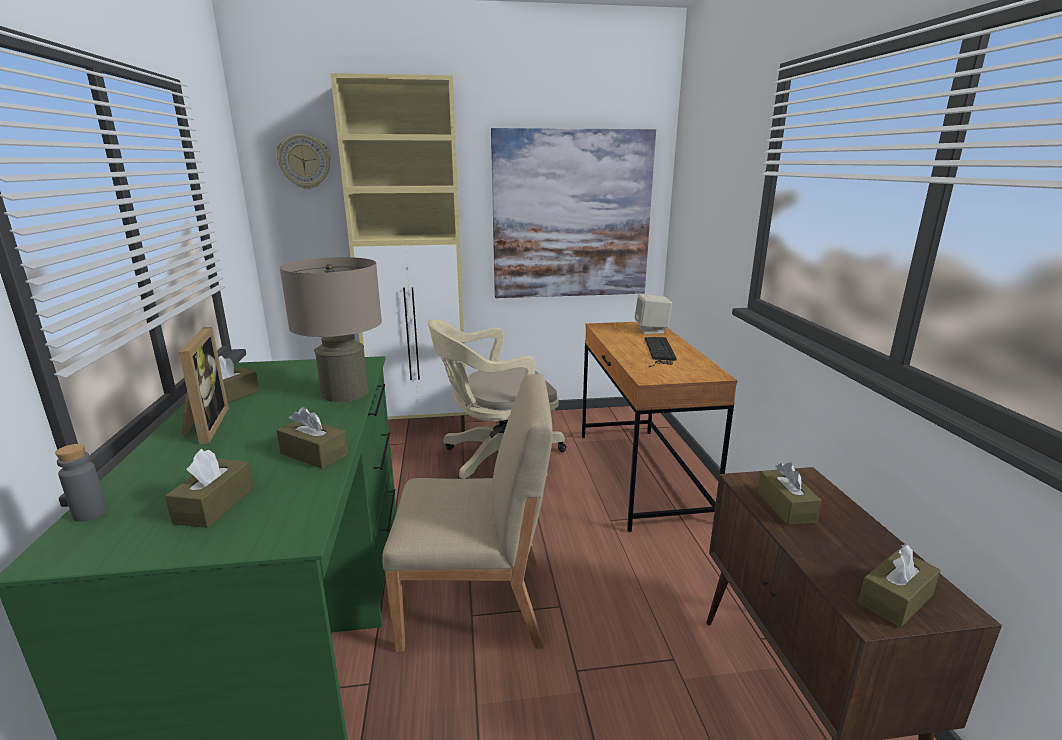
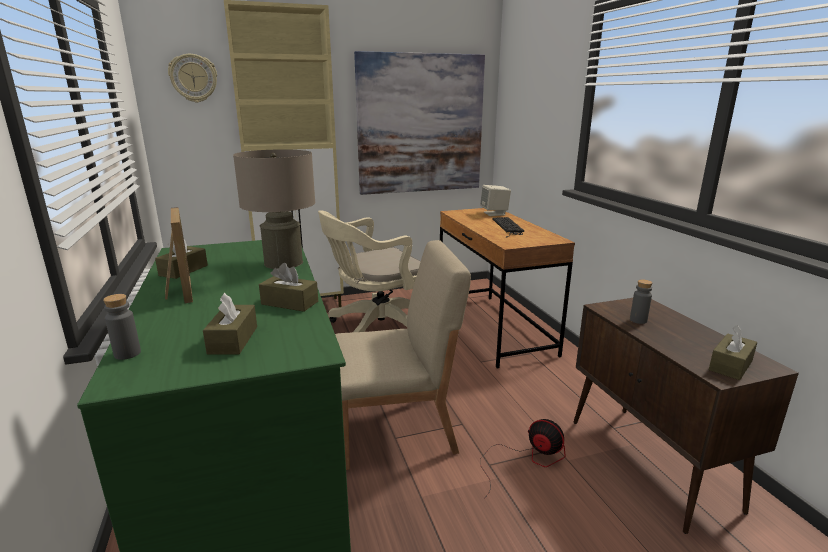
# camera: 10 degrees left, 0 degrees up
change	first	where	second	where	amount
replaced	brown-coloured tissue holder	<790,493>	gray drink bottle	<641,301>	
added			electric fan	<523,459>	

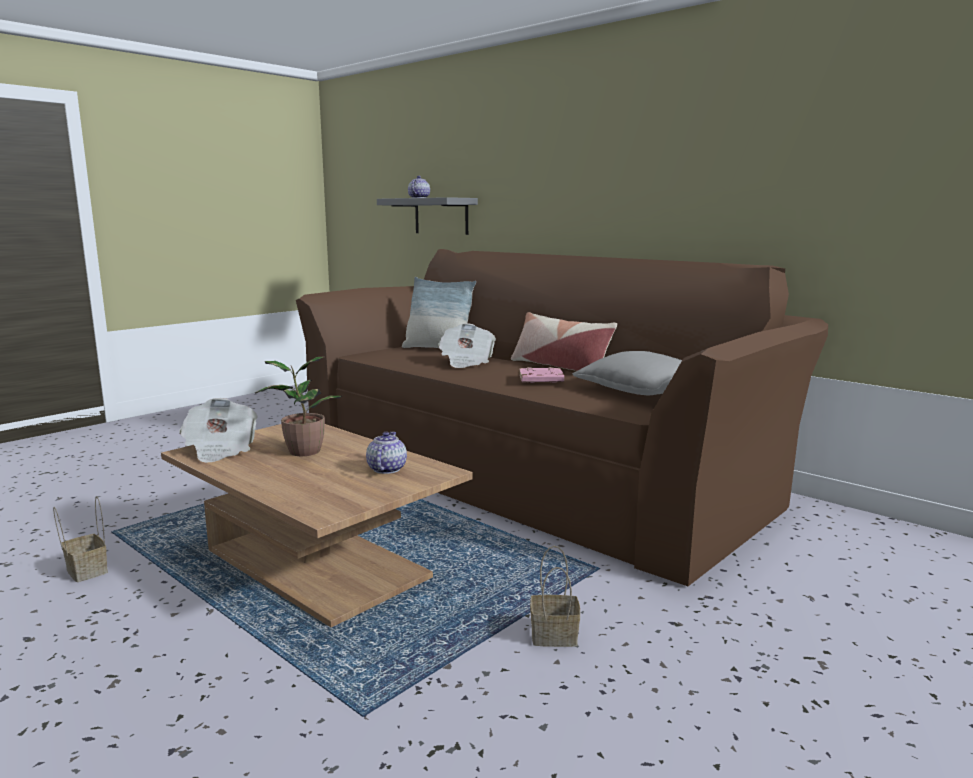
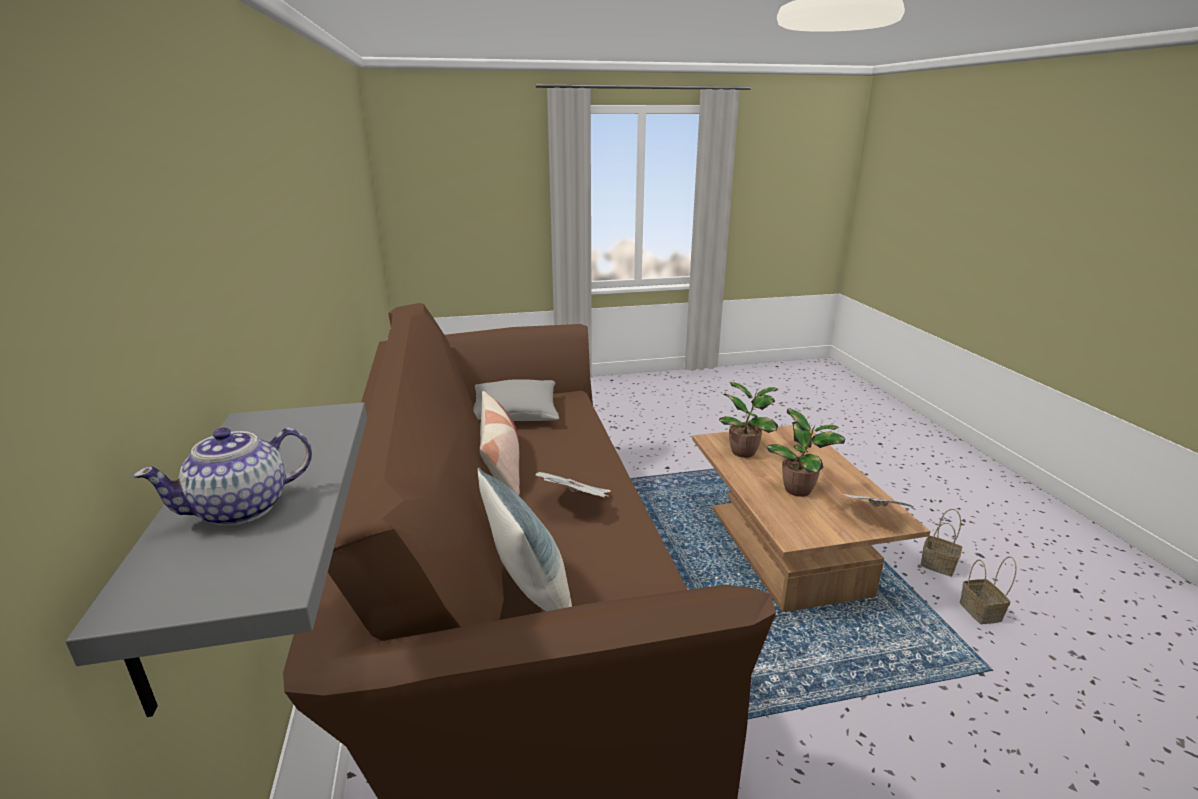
# camera: 145 degrees left, 10 degrees up
change	first	where	second	where	amount
replaced	tea pot	<386,453>	plant in a pot	<748,420>	
removed	pink volume	<541,375>			
moved	storage basket	<555,596>		<941,543>	

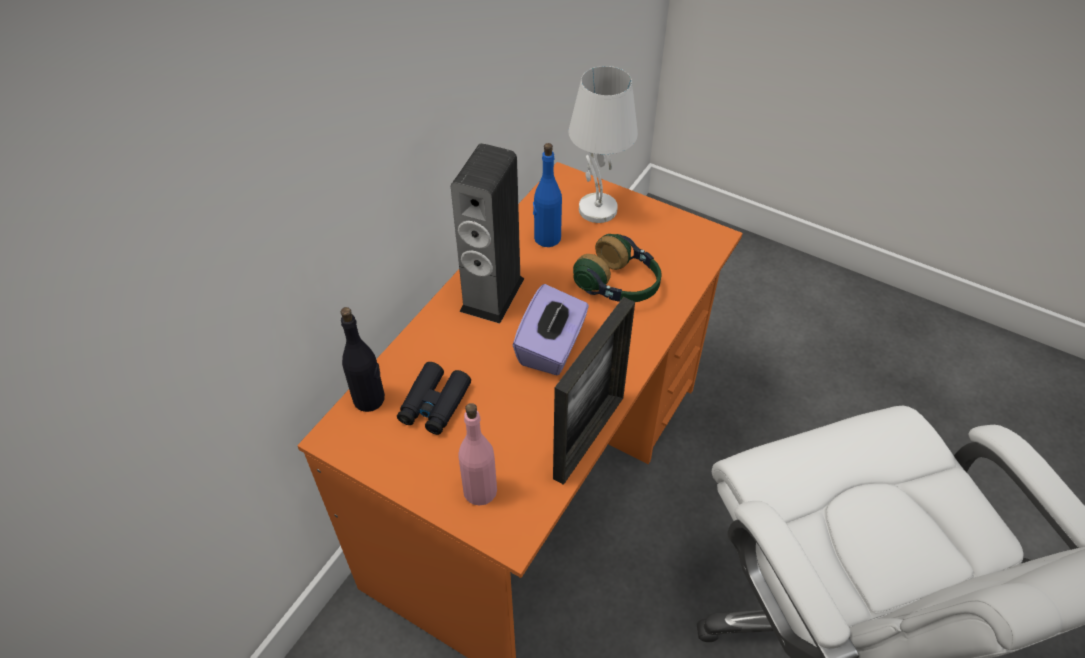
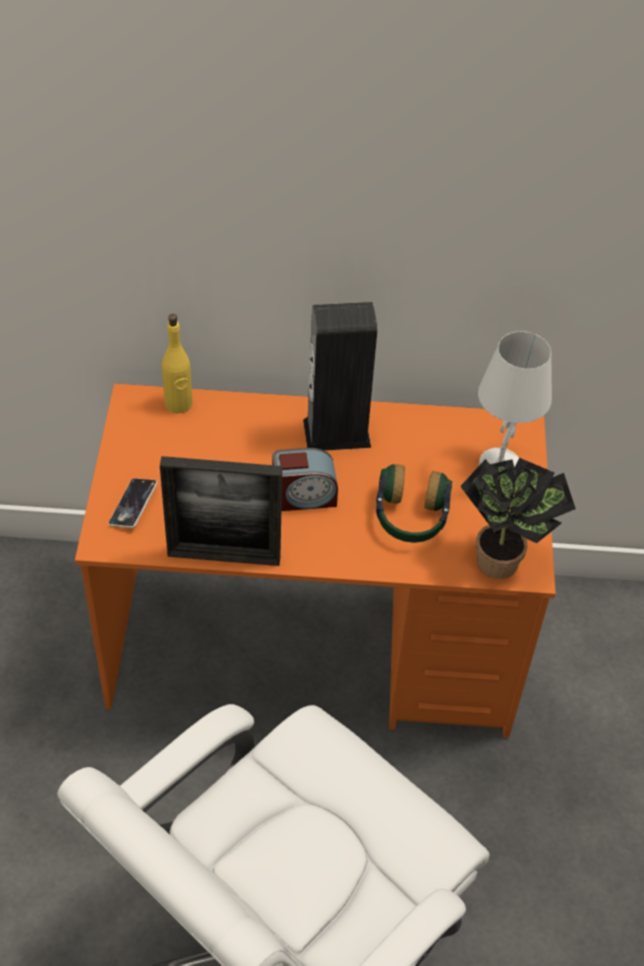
# camera: 60 degrees right, 0 degrees up
change	first	where	second	where	amount
recoloured	blackish drink bottle	<362,359>	yellow drink bottle	<177,363>	
removed	blackish binoculars	<434,398>			
replaced	pink drink bottle	<477,454>	phone	<133,503>	
replaced	purple-coloured tissue holder	<551,329>	bedside clock	<305,479>	
removed	bluish drink bottle	<547,195>			
added			plant in a pot	<518,518>	

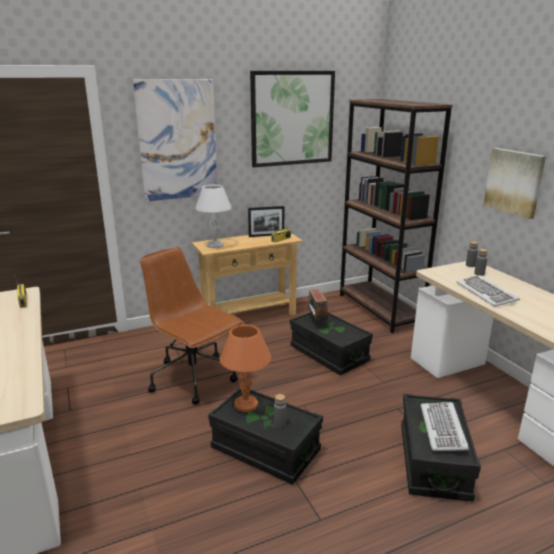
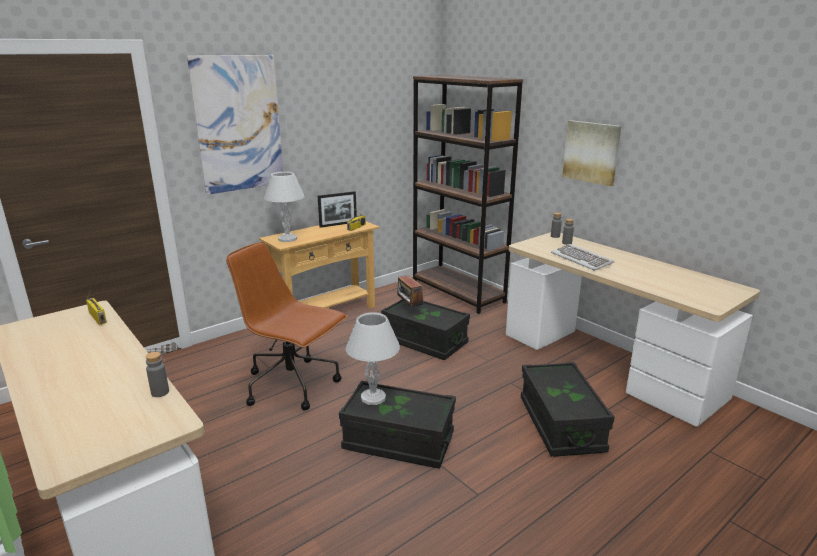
# camera: 15 degrees left, 0 degrees up
change	first	where	second	where	amount
recoloured	orangey lamp for a table	<245,368>	white lamp for a table	<373,358>	
removed	wall picture	<292,119>			
moved	gray drink bottle	<280,410>		<157,374>	
removed	computer keyboard	<445,426>			

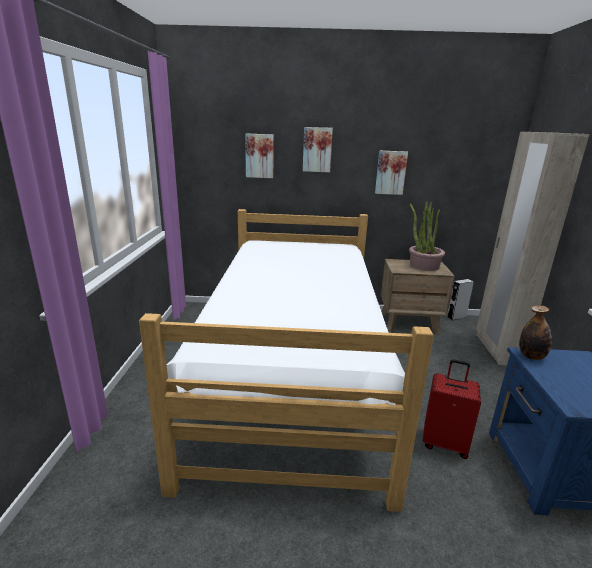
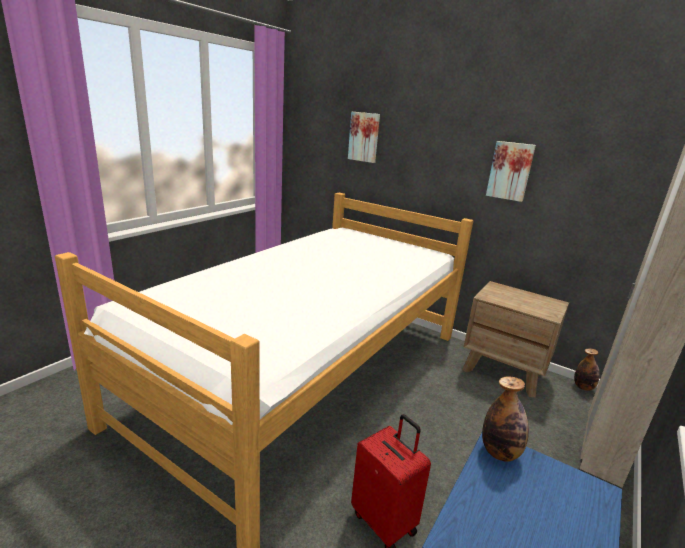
# camera: 30 degrees right, 0 degrees up
change	first	where	second	where	amount
removed	wall picture	<318,149>			
removed	plant in a pot	<427,236>			
replaced	gray audio speaker	<460,300>	drink bottle	<586,369>	

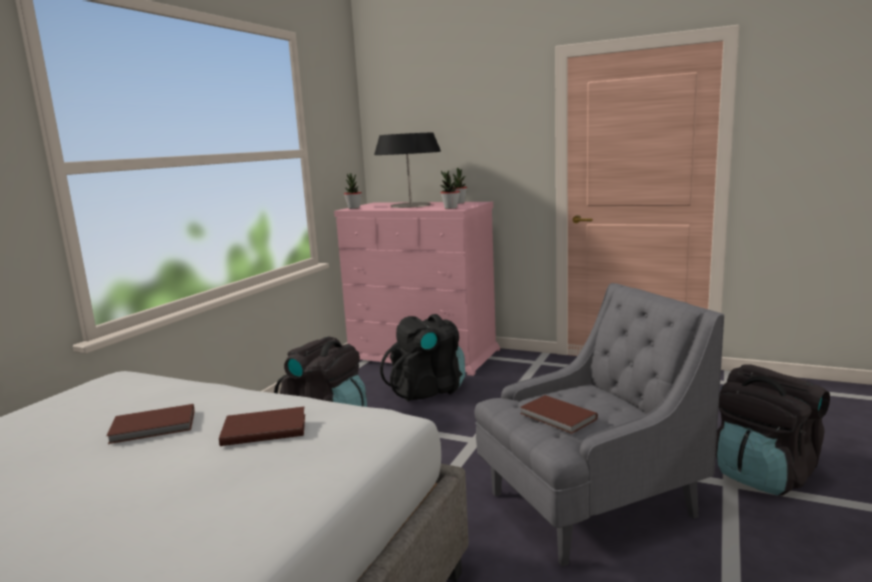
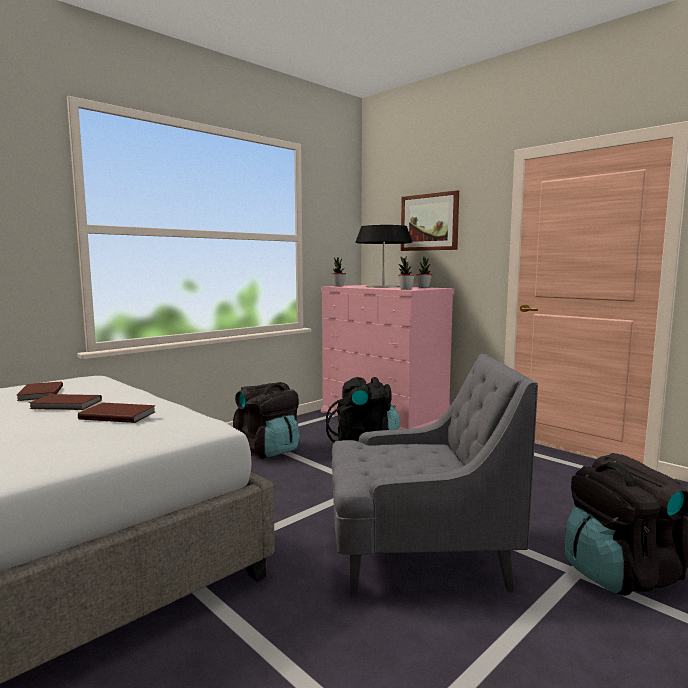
# camera: 20 degrees right, 5 degrees down
change	first	where	second	where	amount
moved	brown-coloured volume	<559,414>		<40,391>	
added			wall picture	<430,220>	

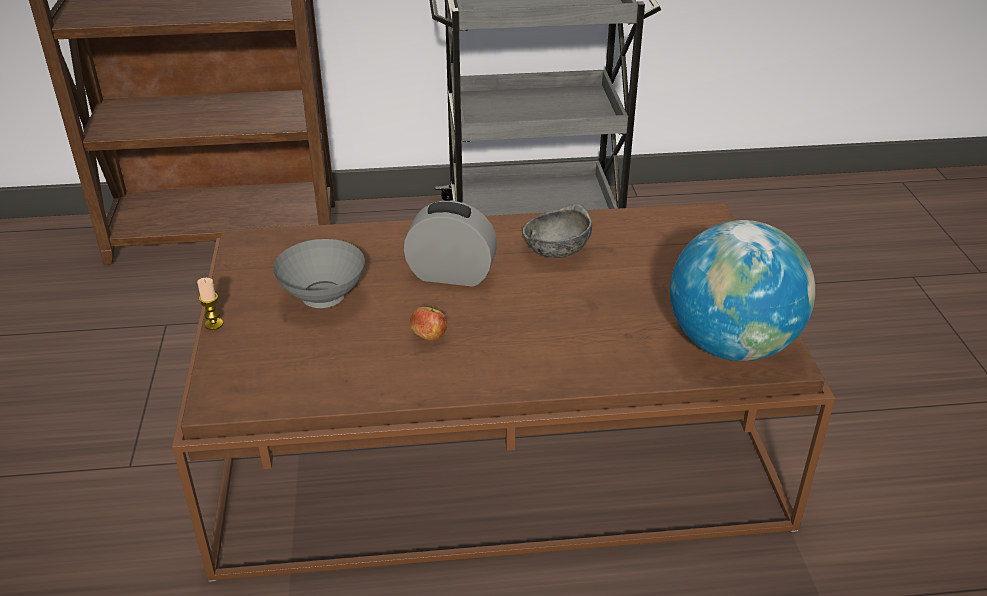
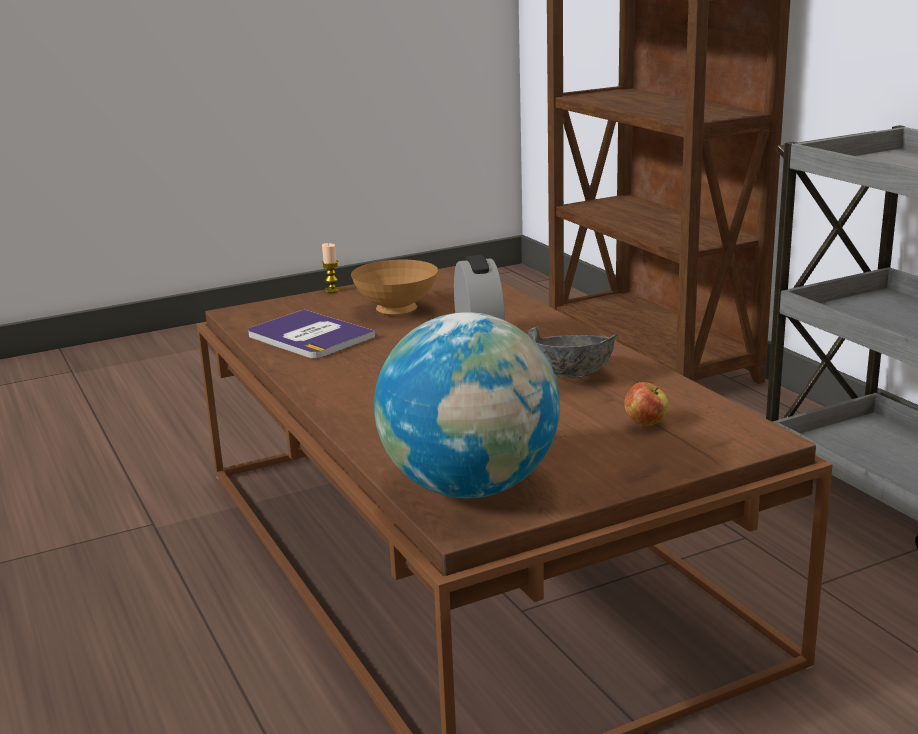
# camera: 70 degrees right, 15 degrees down
change	first	where	second	where	amount
recoloured	gray deep dish	<319,273>	brown-coloured deep dish	<394,287>	
moved	whole apple	<428,323>		<646,404>	
added			volume	<311,334>	

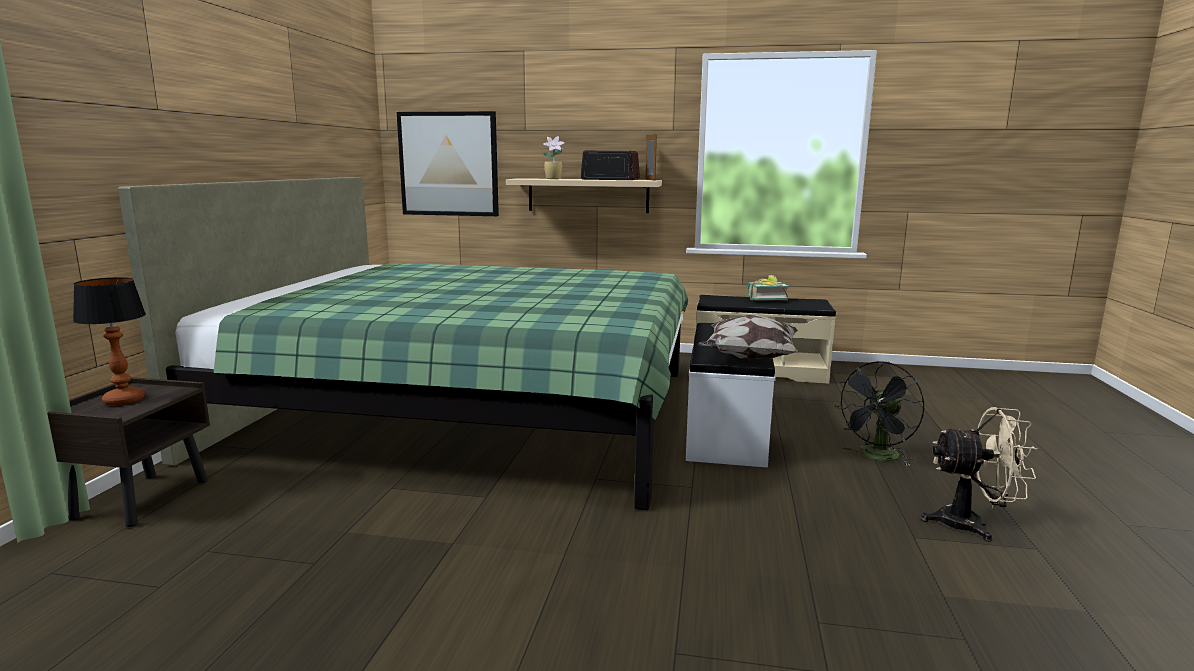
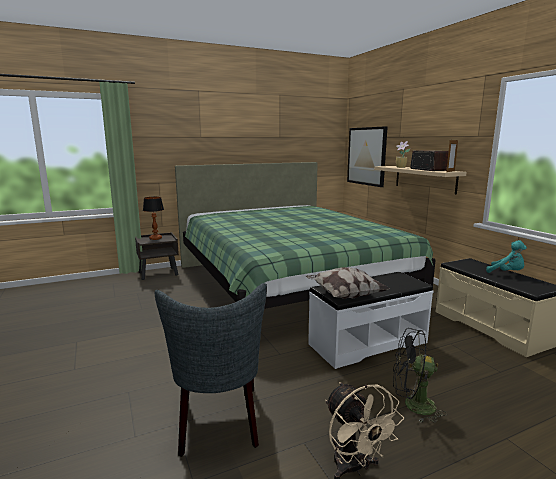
# camera: 55 degrees right, 0 degrees up
change	first	where	second	where	amount
replaced	volume	<768,288>	turquoise cuddly toy	<506,256>	
added			gray chair	<211,370>	

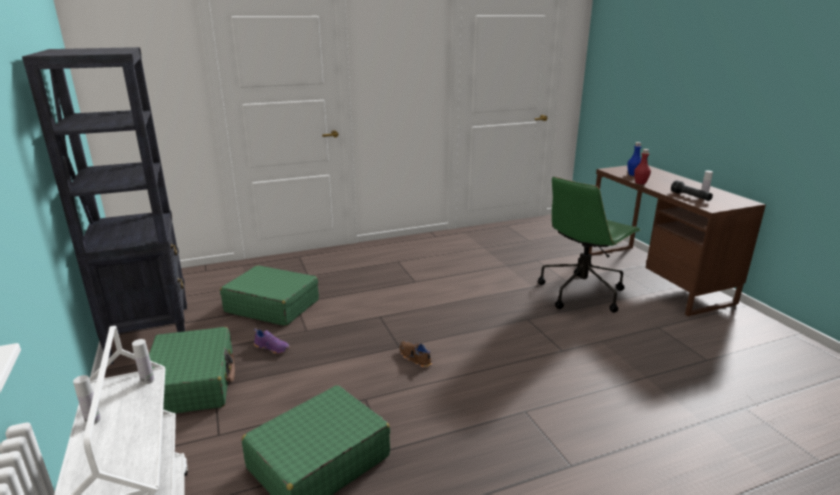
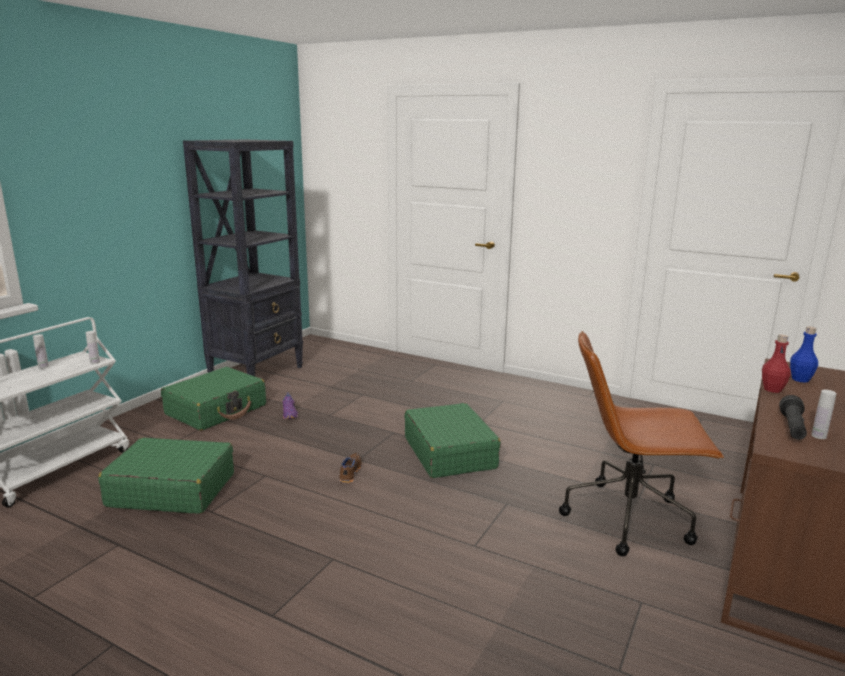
# camera: 50 degrees right, 5 degrees down
change	first	where	second	where	amount
moved	green travel case	<269,295>		<453,440>	
recoloured	green office chair	<589,245>	brown-coloured office chair	<641,443>	

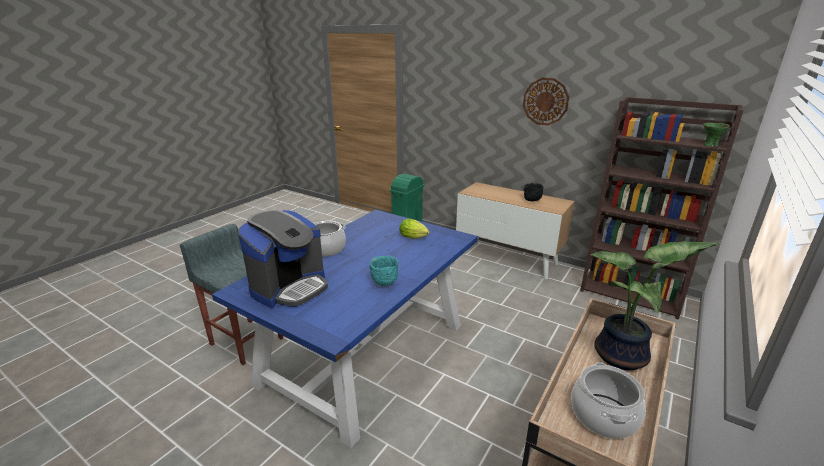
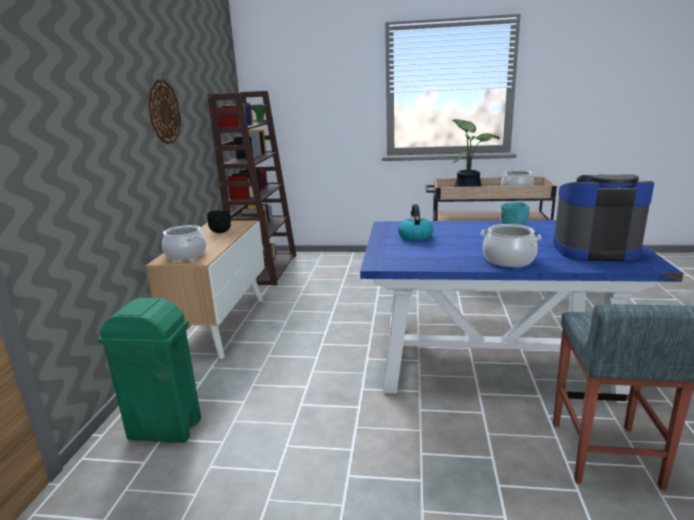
# camera: 115 degrees left, 5 degrees down
change	first	where	second	where	amount
replaced	head of lettuce	<415,229>	tea kettle	<415,222>	
added			stockpot	<184,242>	

